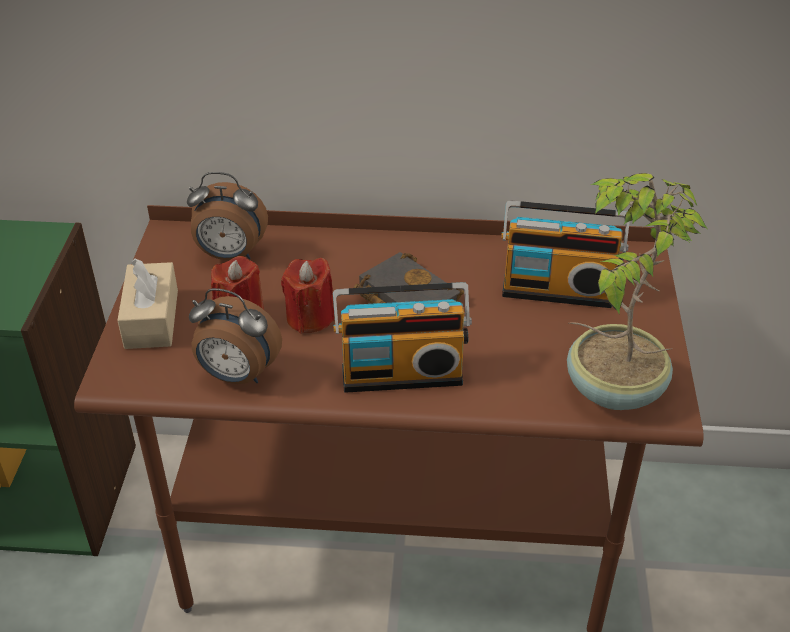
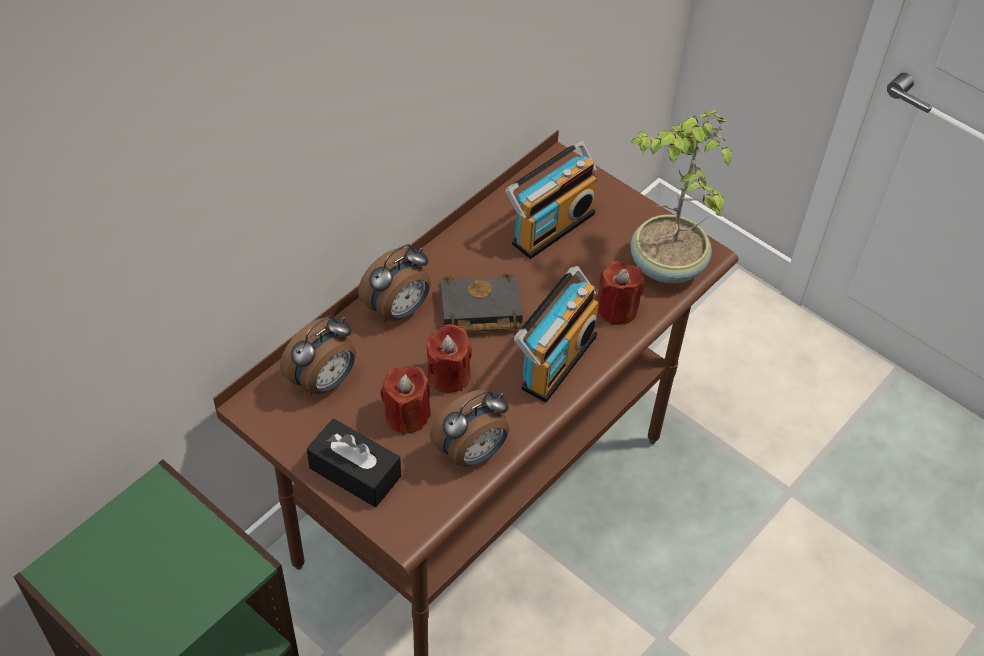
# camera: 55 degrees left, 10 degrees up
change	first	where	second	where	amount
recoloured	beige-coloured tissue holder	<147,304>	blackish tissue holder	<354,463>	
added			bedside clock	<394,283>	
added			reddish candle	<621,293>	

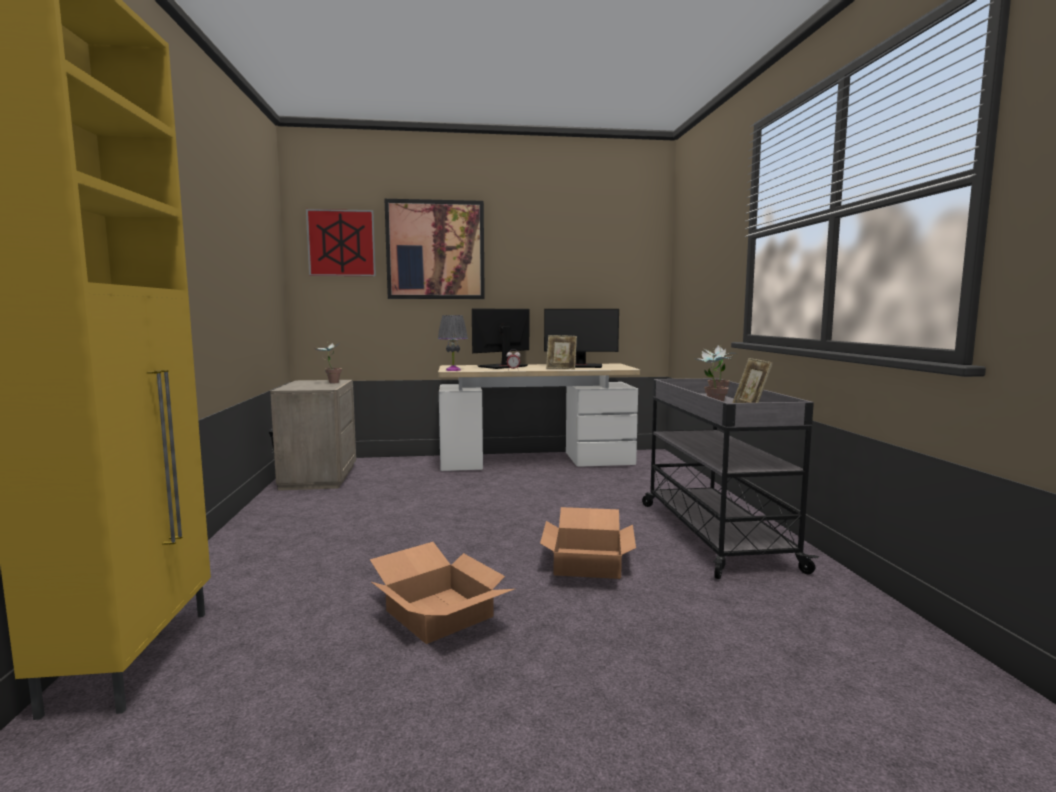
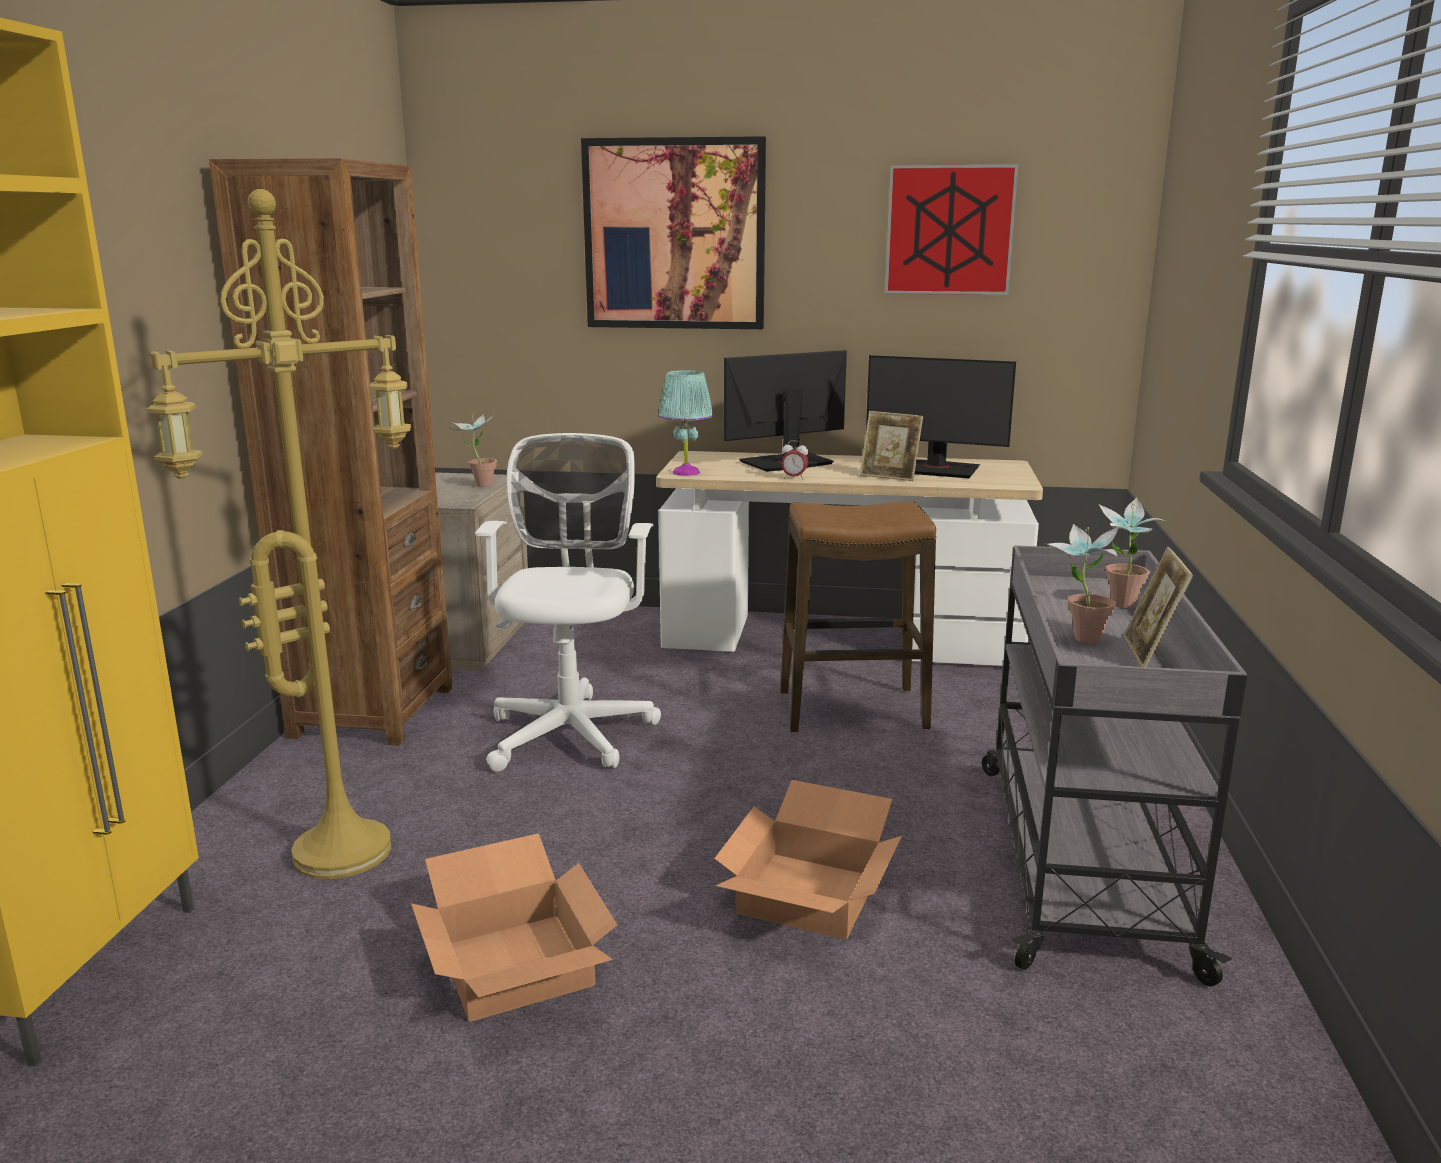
# camera: 15 degrees right, 10 degrees up
change	first	where	second	where	amount
moved	wall picture	<341,242>		<952,229>	
recoloured	gray lamp for a table	<453,343>	turquoise lamp for a table	<685,423>	
added			yellow standing lamp	<278,534>	
added			brown-coloured bookcase	<330,452>	
added			white office chair	<568,602>	
added			sitting stool	<858,617>	

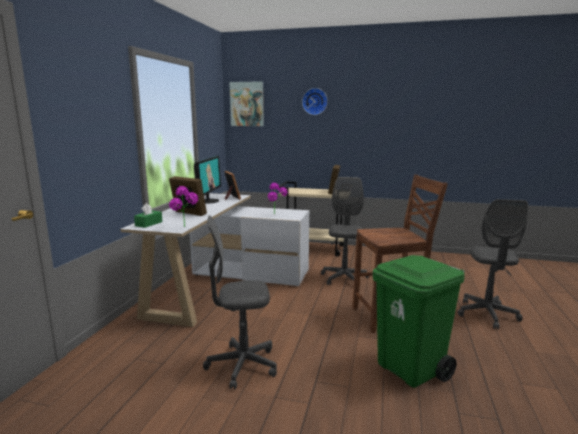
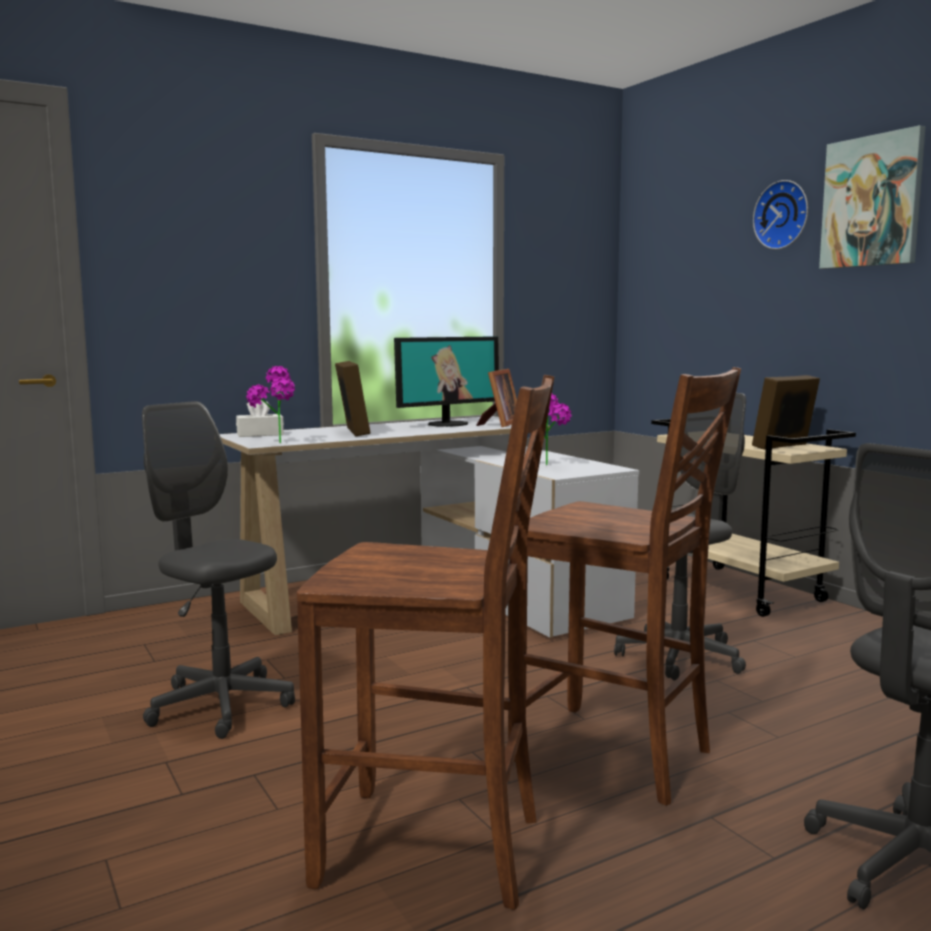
# camera: 45 degrees right, 5 degrees down
change	first	where	second	where	amount
recoloured	green tissue holder	<148,215>	white tissue holder	<260,418>	
moved	wall picture	<246,103>		<872,197>	
replaced	green waste bin	<419,321>	brown-coloured chair	<425,642>	

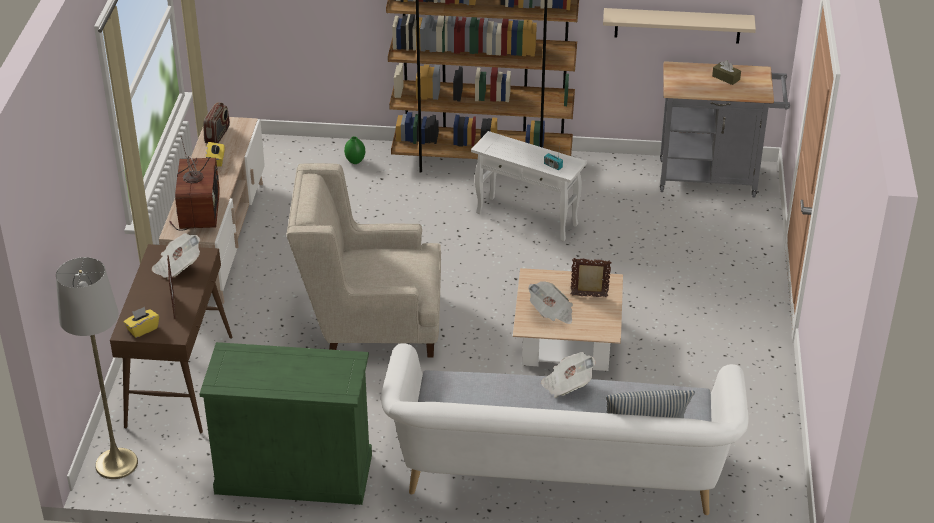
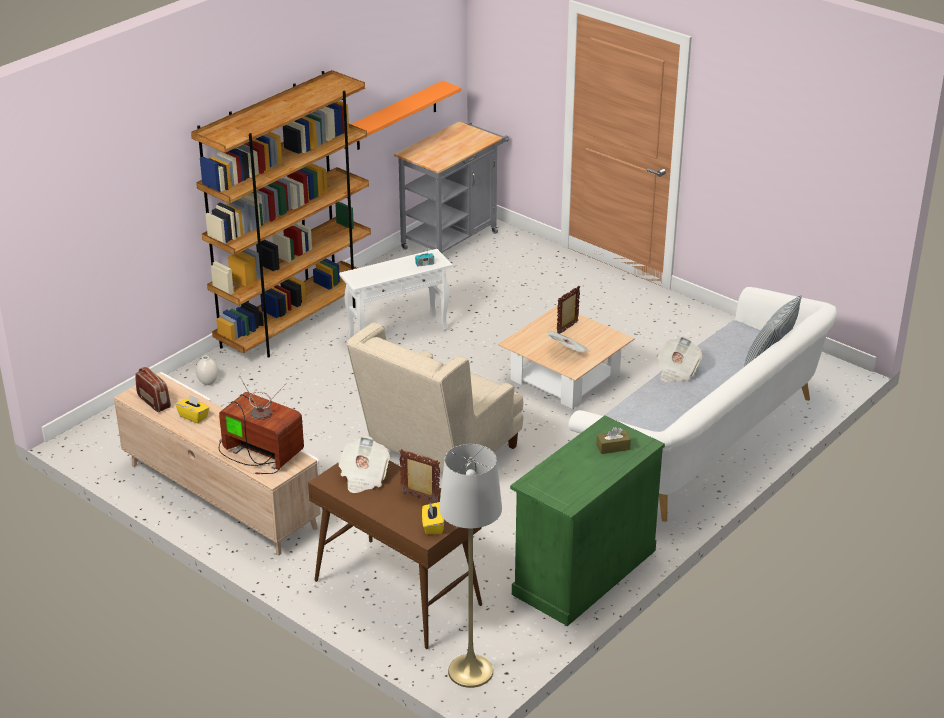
# camera: 55 degrees left, 5 degrees down
change	first	where	second	where	amount
recoloured	green vase	<354,150>	white vase	<207,370>	
recoloured	beige-coloured wall shelf	<679,26>	orangey wall shelf	<406,115>	
moved	brown-coloured tissue holder	<726,72>		<613,440>	

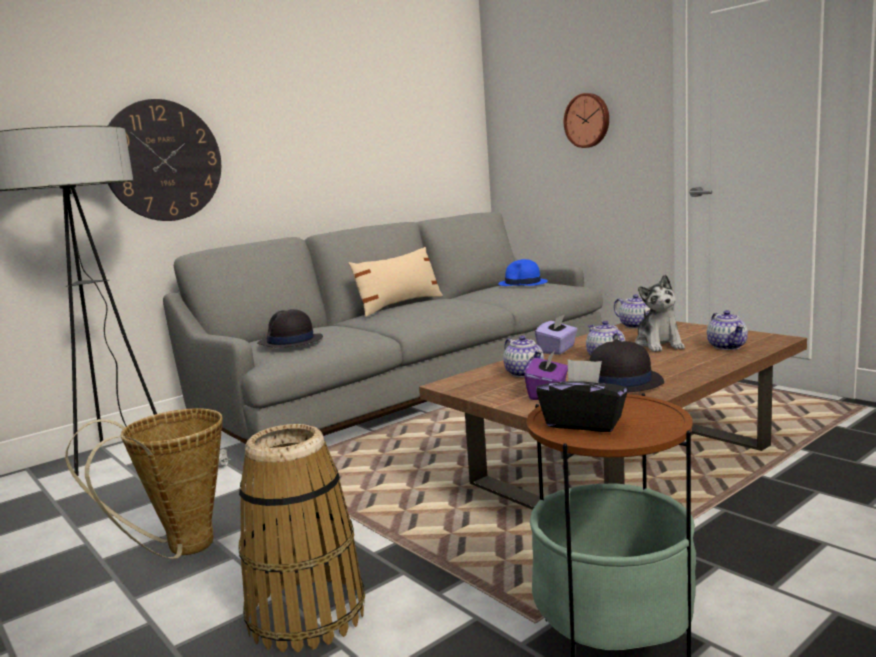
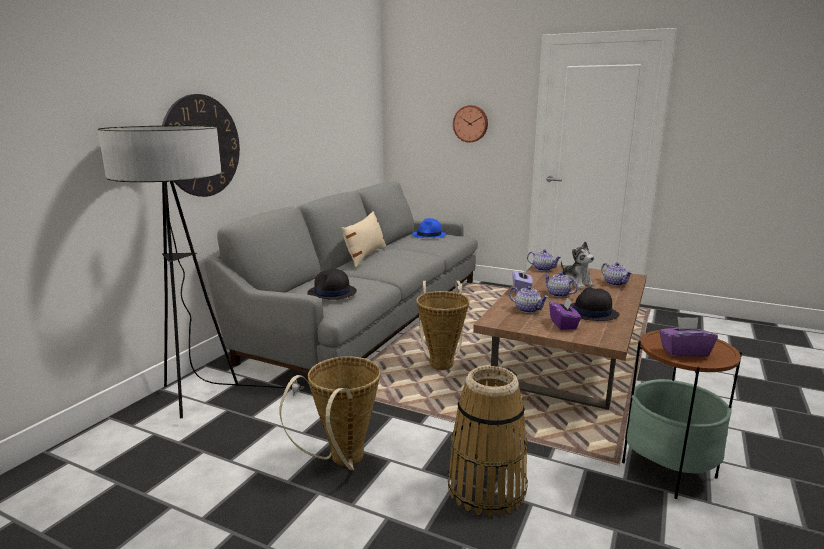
# camera: 25 degrees left, 5 degrees up
change	first	where	second	where	amount
recoloured	blackish tissue holder	<582,395>	purple-coloured tissue holder	<688,337>	
added			storage basket	<443,325>	

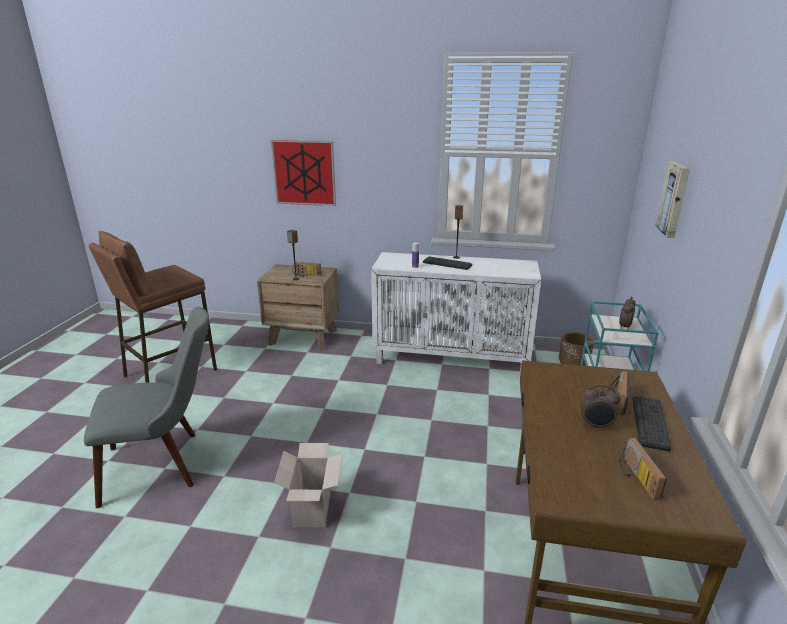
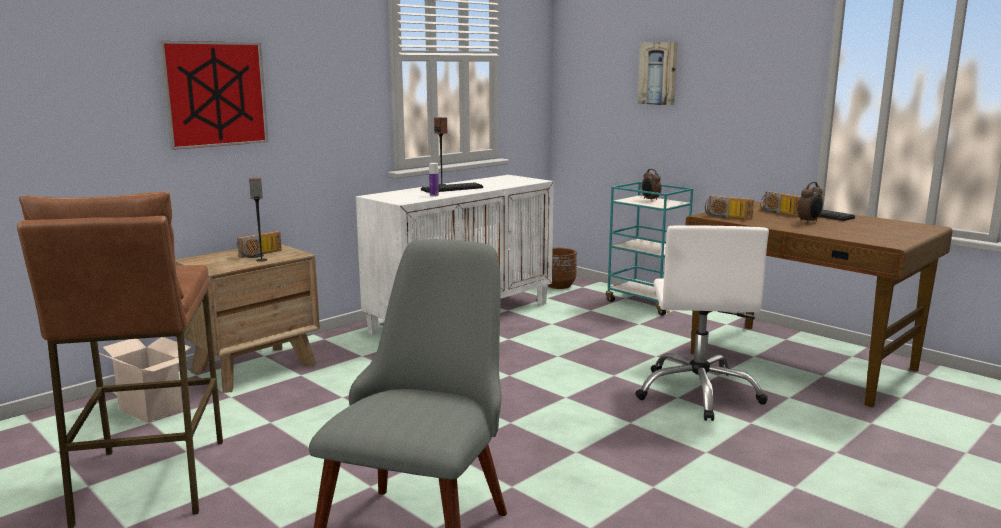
# camera: 55 degrees left, 10 degrees down
change	first	where	second	where	amount
moved	cardboard box	<308,485>		<145,380>	
moved	radio	<642,469>		<729,207>	
added			white office chair	<702,323>	

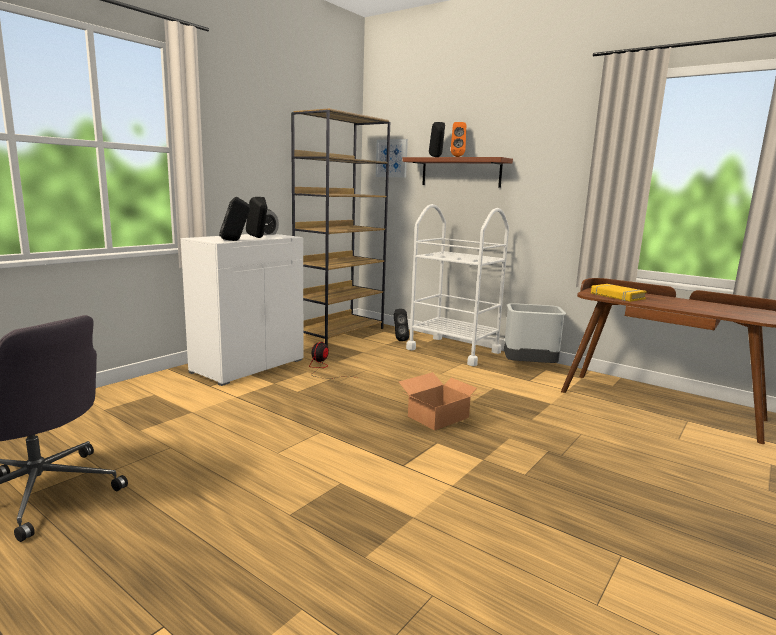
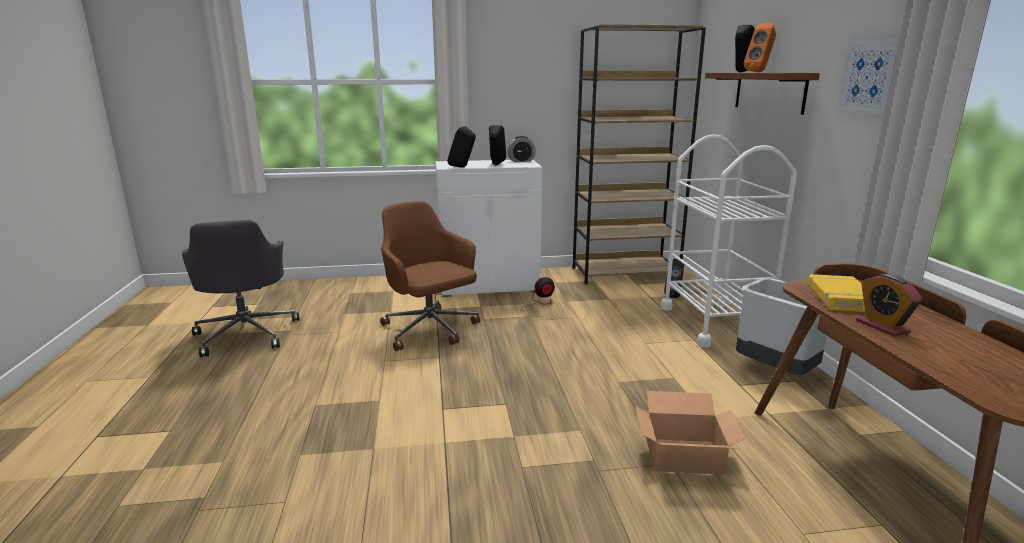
# camera: 45 degrees right, 5 degrees up
change	first	where	second	where	amount
moved	wall picture	<392,158>		<868,76>	
moved	cardboard box	<441,401>		<690,433>	
added			brown-coloured office chair	<430,276>	
added			bedside clock	<889,305>	

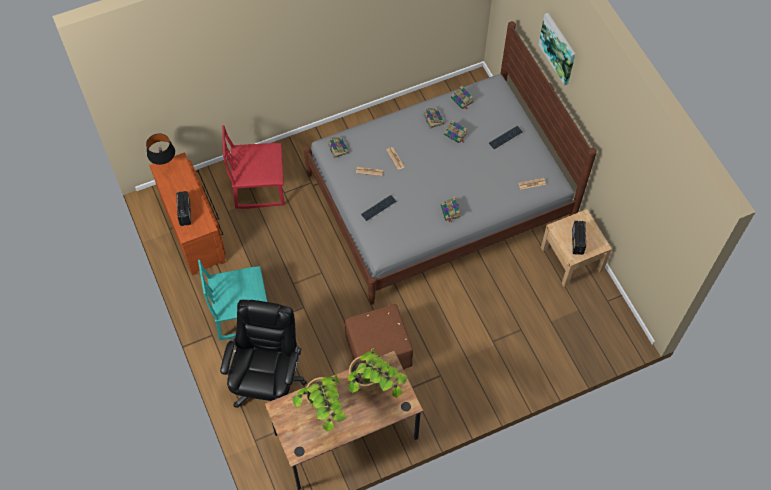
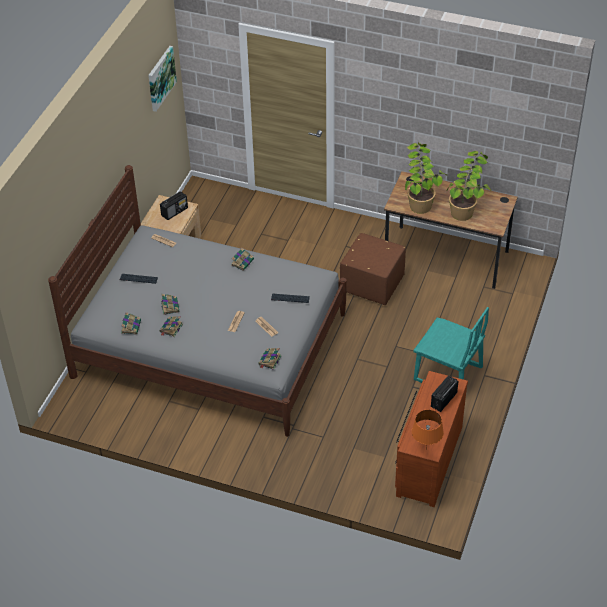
# camera: 135 degrees left, 15 degrees down
change	first	where	second	where	amount
recoloured	blackish lamp for a table	<160,150>	orangey lamp for a table	<428,429>	
removed	blackish office chair	<263,353>			
removed	reddish chair	<253,167>			
moved	wall picture	<557,49>		<162,79>	

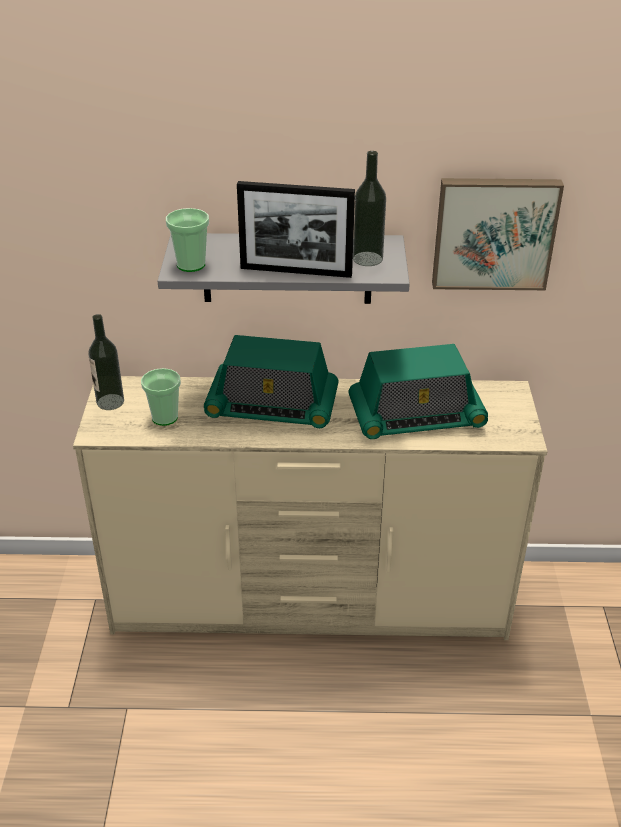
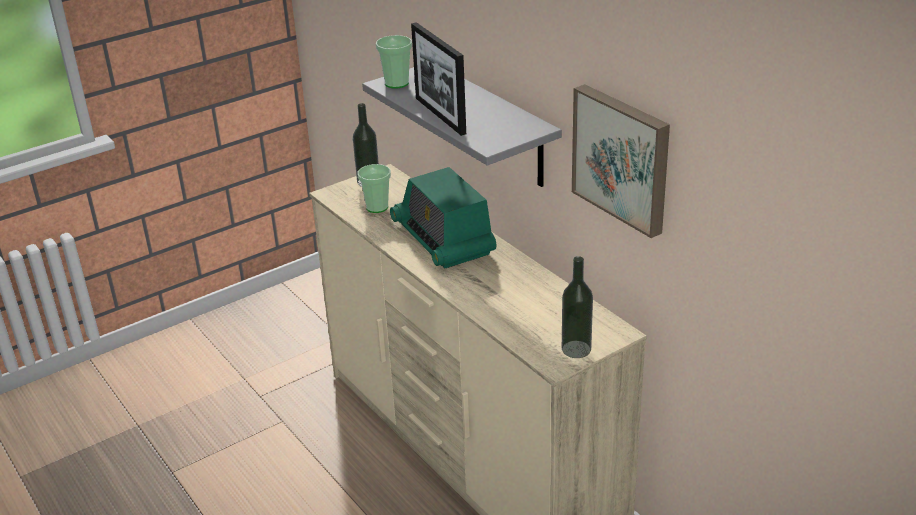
# camera: 55 degrees right, 5 degrees down
change	first	where	second	where	amount
removed	radio	<418,391>			
moved	drink bottle	<369,208>		<577,307>	

